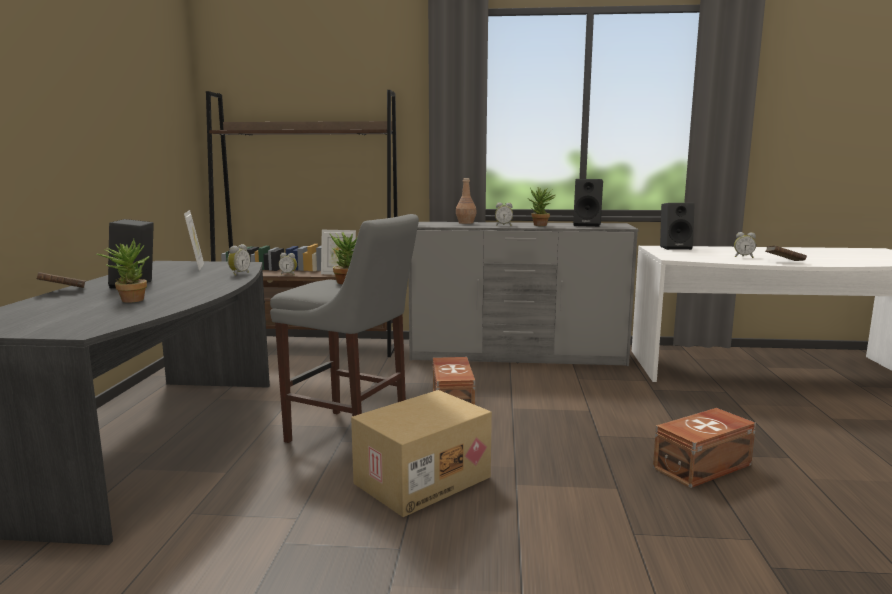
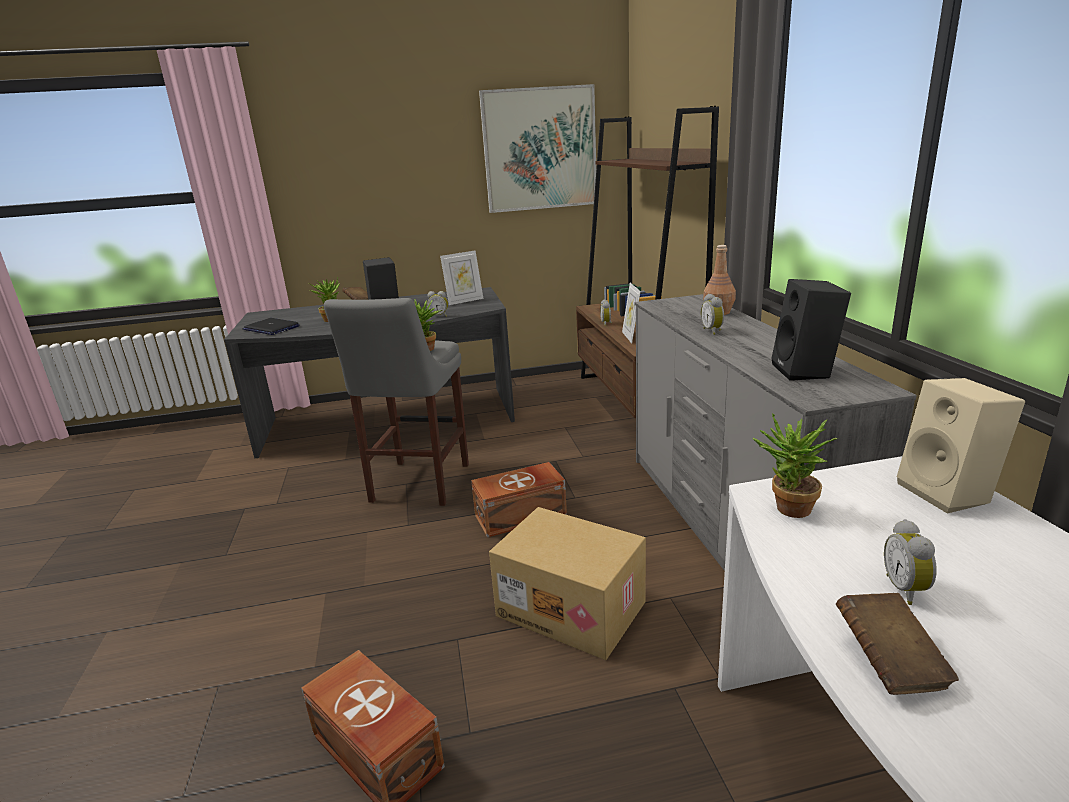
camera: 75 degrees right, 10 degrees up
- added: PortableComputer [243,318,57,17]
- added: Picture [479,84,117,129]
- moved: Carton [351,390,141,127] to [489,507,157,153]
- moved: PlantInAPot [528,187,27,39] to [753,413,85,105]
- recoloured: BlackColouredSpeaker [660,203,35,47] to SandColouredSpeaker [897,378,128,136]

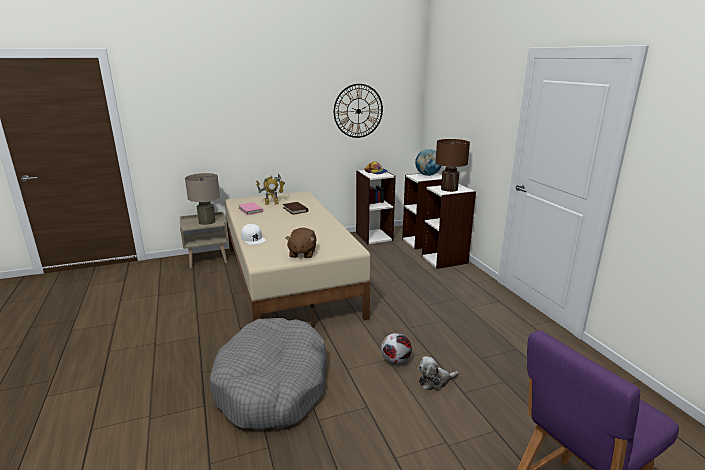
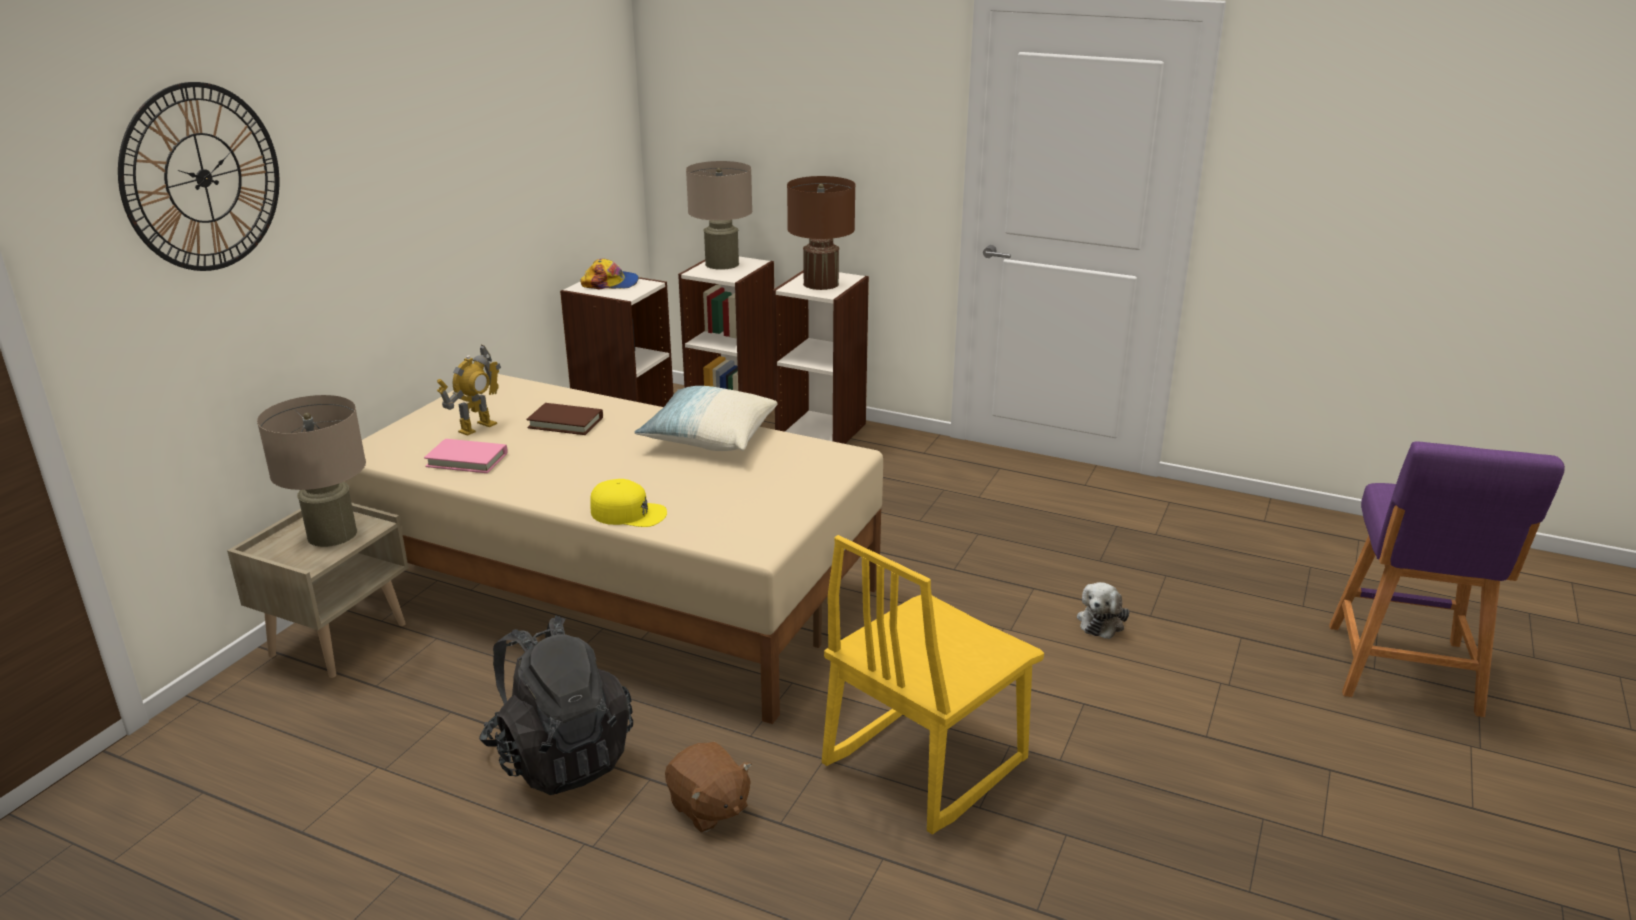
camera: 45 degrees left, 5 degrees up
- removed: Football [381,333,31,31]
- added: BlackColouredKnapsack [479,615,154,180]
- added: Pillow [634,386,144,65]
- moved: BrownColouredSoftToy [285,227,31,31] to [665,742,87,91]
- moved: WallClock [334,84,49,54] to [118,82,161,189]
- replaced: GreyishDogBed [209,318,118,112] to YellowishChair [822,535,222,300]
- replaced: DeskGlobe [415,149,26,27] to SandColouredLampForATable [686,161,66,109]
- recoloured: WhiteColouredCap [241,224,25,21] to YellowishCap [590,479,77,48]

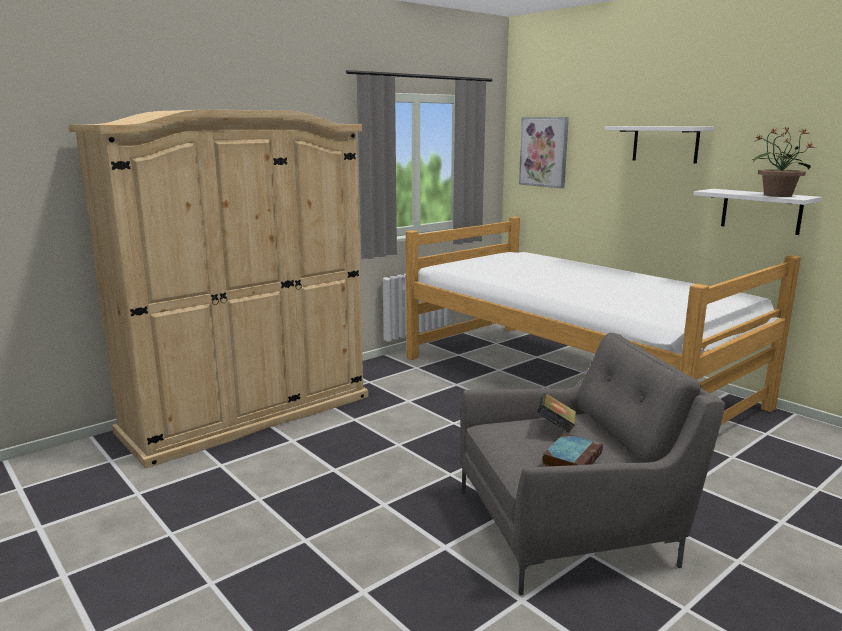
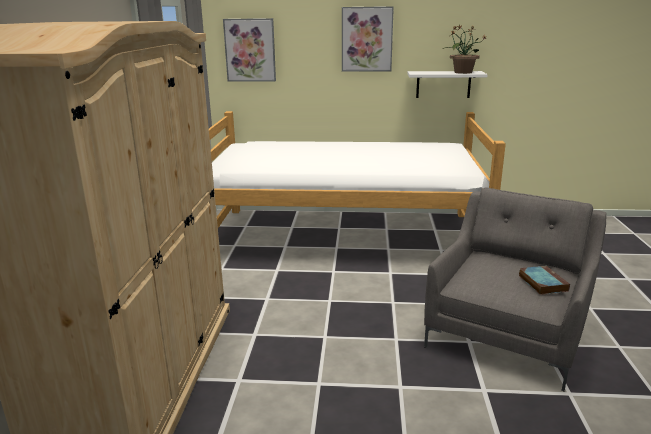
camera: 45 degrees left, 5 degrees up
- removed: Book [537,393,39,40]
- replaced: WhiteColouredBracketShelf [605,126,109,37] to Picture [342,6,52,66]

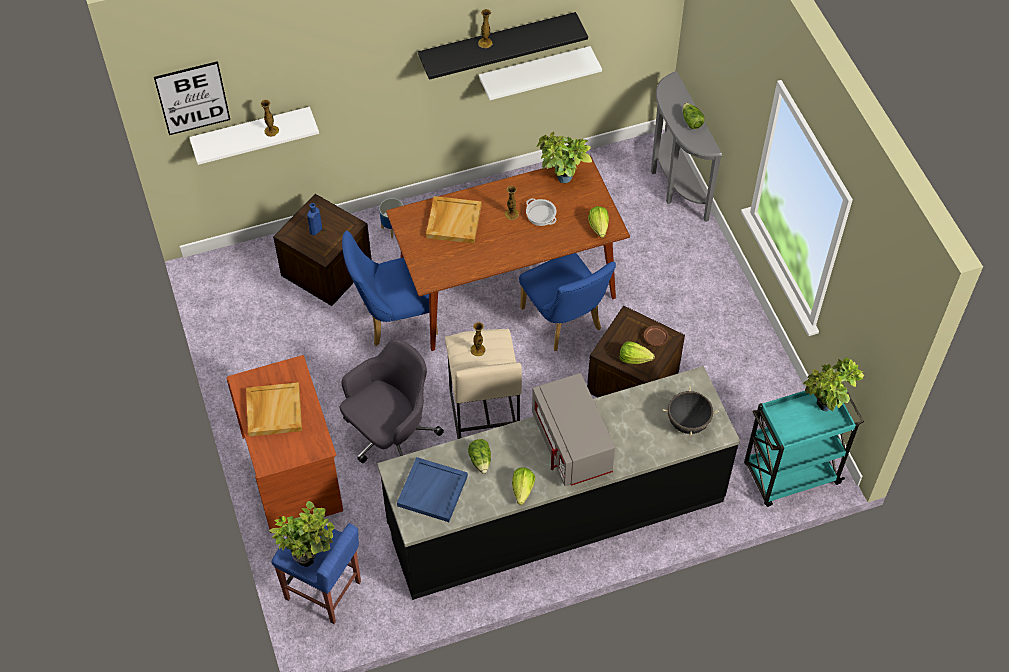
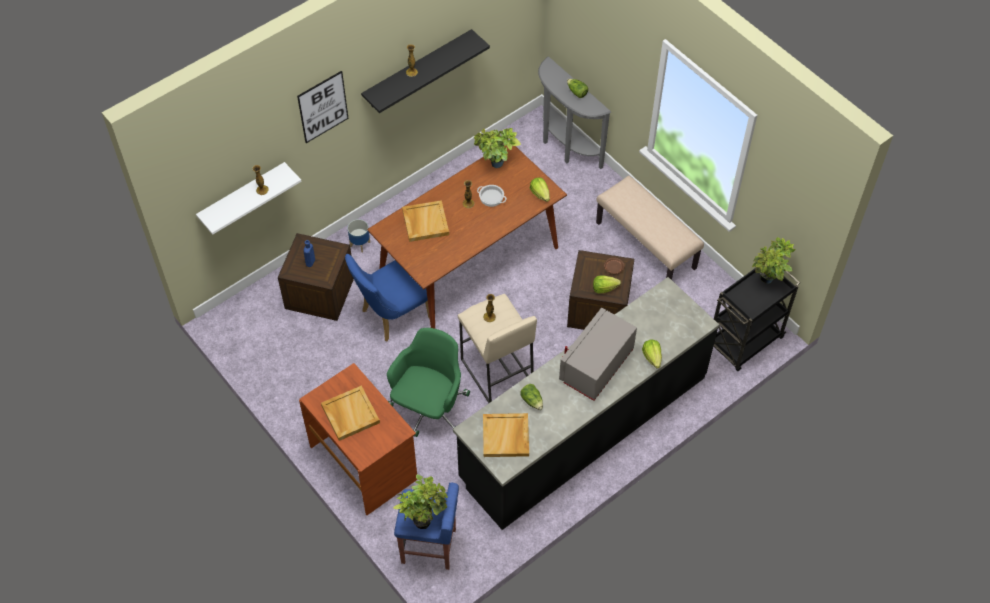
camera: 20 degrees left, 0 degrees up
- removed: WhiteColouredBracketShelf [479,46,123,54]
- removed: BlueColouredChair [519,253,97,98]
- removed: BlackColouredSaucepot [662,386,57,49]
- added: SandColouredLongSeat [596,176,108,104]
- moved: Picture [154,61,76,74] to [297,71,52,72]
- moved: LettuceHead [512,467,23,38] to [642,340,20,28]
- recoloured: GreyishOfficeChair [340,339,104,124] to GreenColouredOfficeChair [387,328,83,109]
- recoloured: BlueColouredCarryingTray [397,457,71,65] to SandColouredCarryingTray [483,413,46,44]
- recoloured: BlueGreenCart [744,384,120,123] to BlackColouredCart [714,268,86,103]
- turned: GreyishKitchenMicrowave [532,373,83,113] = [559,308,78,93] 75 degrees clockwise

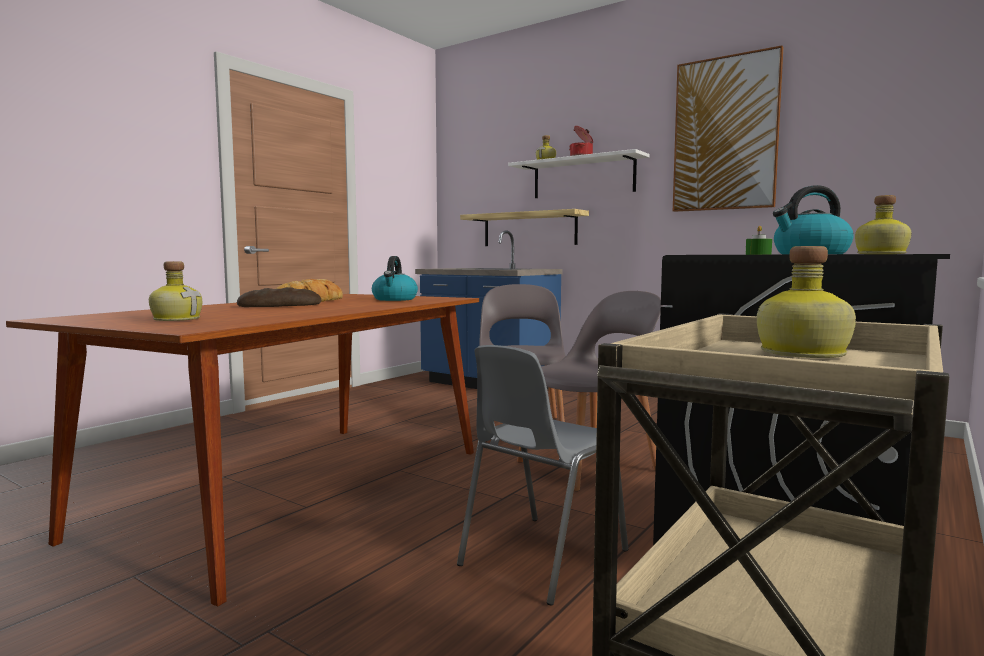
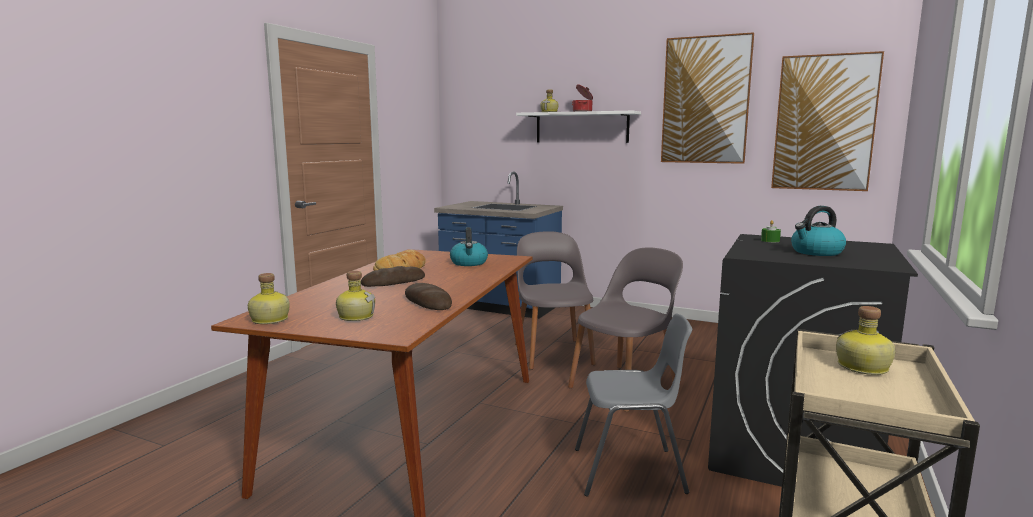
camera: 10 degrees left, 5 degrees up
- removed: BracketShelf [460,209,129,37]
- added: BakeryBread [405,283,47,27]
- added: Picture [771,51,113,140]
- moved: DrinkBottle [855,195,57,59] to [248,273,42,51]
- turned: GreyishChair [457,345,171,261] = [575,313,117,184] 120 degrees counterclockwise

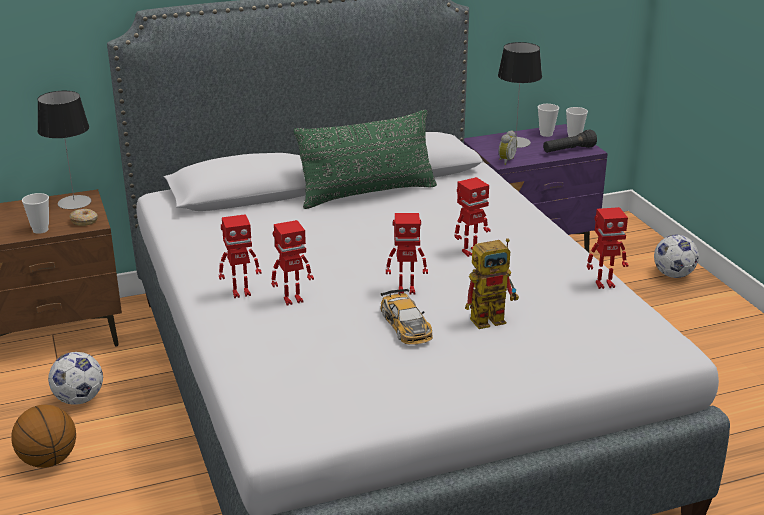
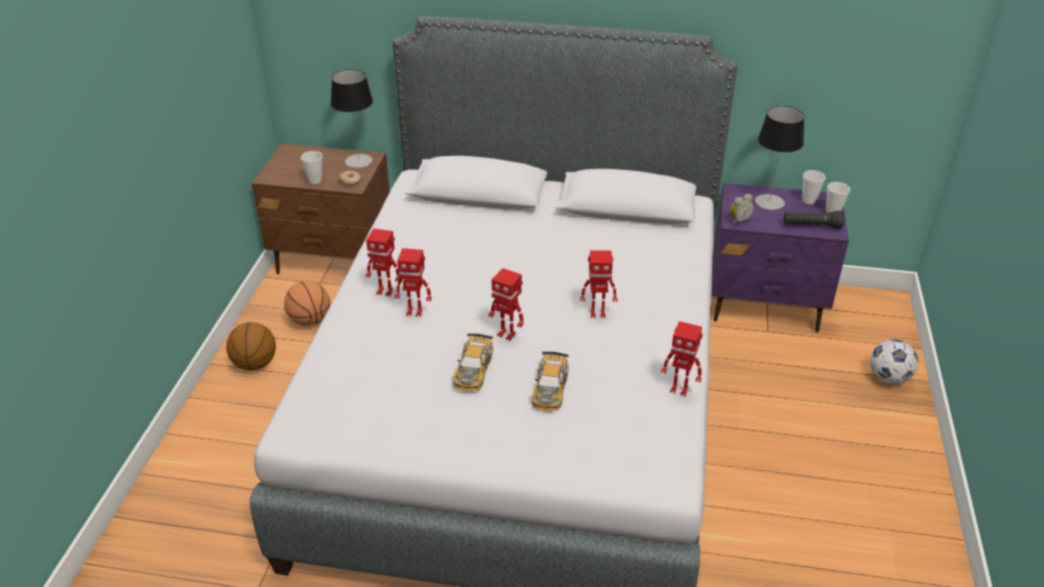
camera: 30 degrees right, 10 degrees up
- removed: GreenColouredPillow [294,110,143,99]
- replaced: Football [48,352,55,53] to BasketballBall [284,281,46,45]
- replaced: ModelRobot [465,238,54,91] to ToyCar [532,352,37,60]

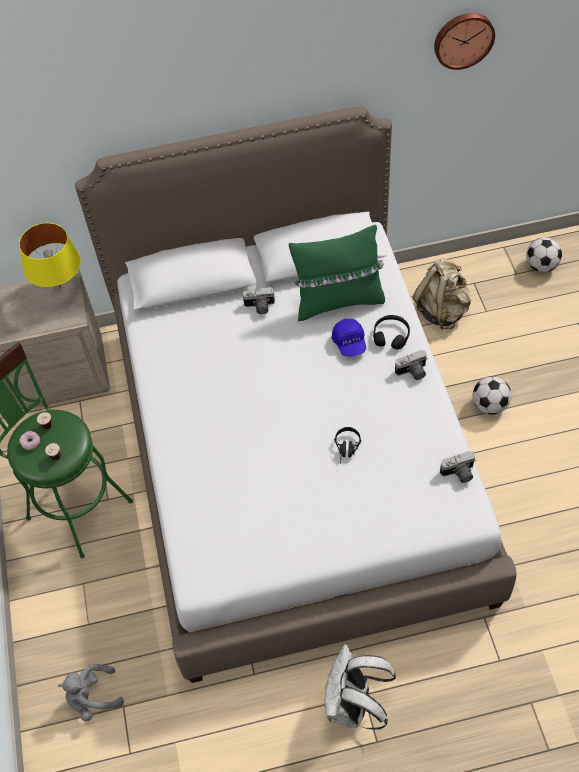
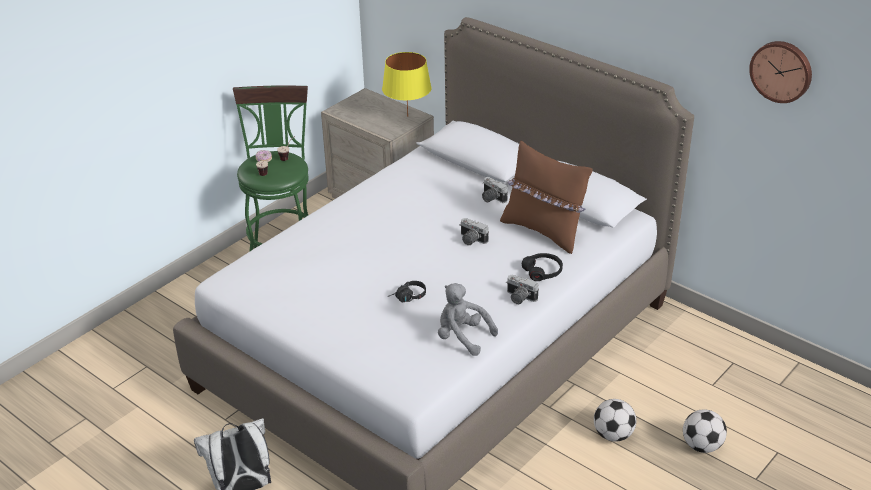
camera: 50 degrees right, 20 degrees down
- removed: BlueColouredCap [332,319,34,38]
- removed: SandColouredKnapsack [413,258,58,72]
- moved: GreyishSoftToy [58,664,66,57] to [438,283,60,73]
- moved: StillCamera [440,451,36,32] to [460,218,29,27]
- moved: Football [526,237,36,35] to [683,409,44,44]
- recoloured: GreenColouredPillow [289,225,96,97] to BrownColouredPillow [500,140,93,114]

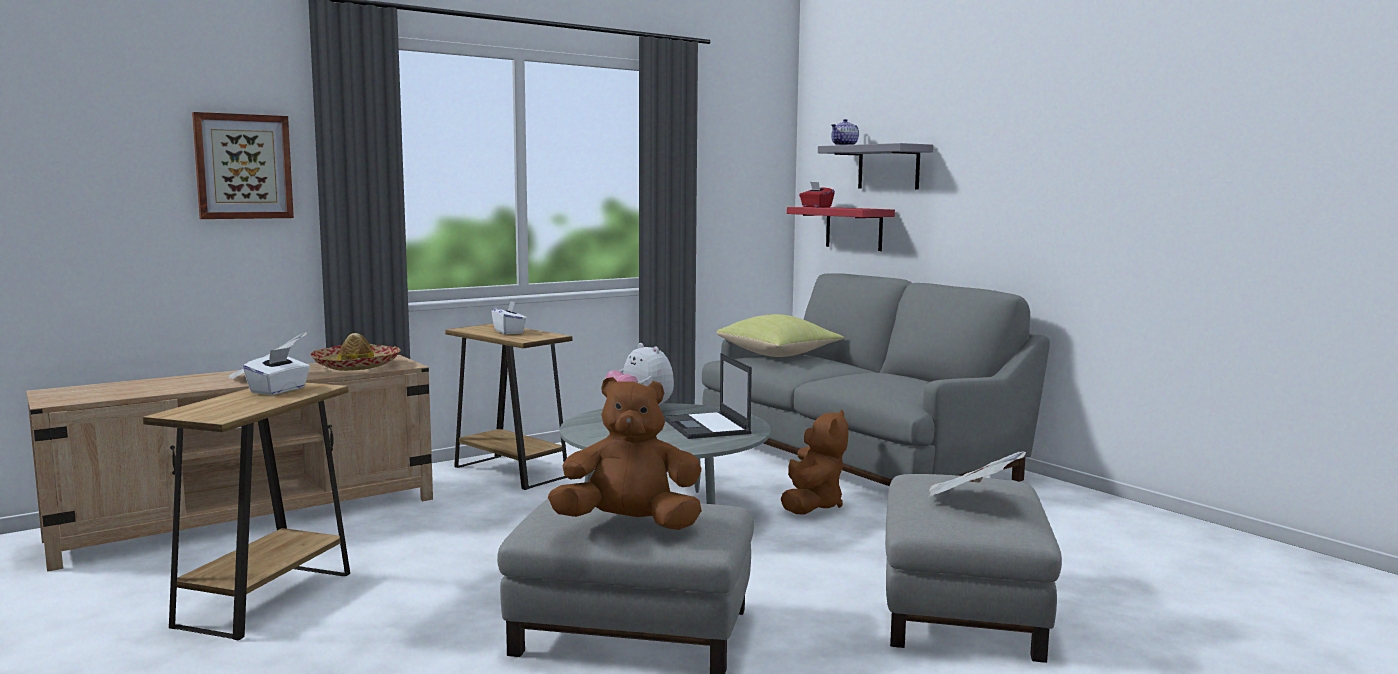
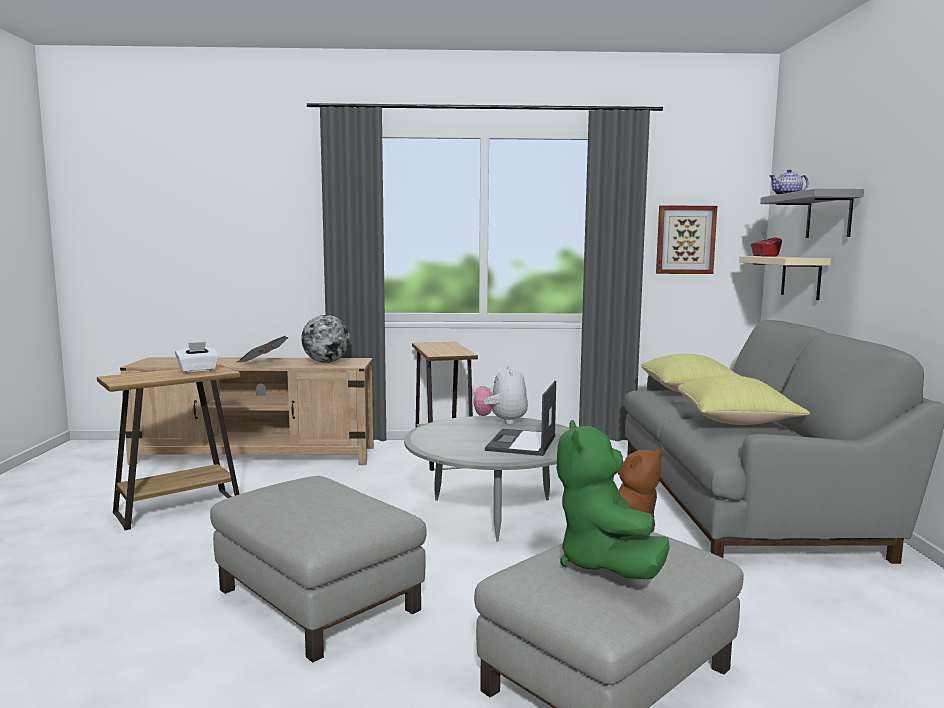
camera: 35 degrees right, 0 degrees up
- removed: WhiteColouredBoxOfTissues [492,301,35,33]
- removed: BrownColouredSoftToy [548,377,154,153]
- added: YellowishPillow [678,375,132,50]
- moved: Picture [192,112,102,107] to [656,205,61,69]
- replaced: WearableHat [310,333,91,38] to DeskGlobe [301,315,49,48]
- replaced: Newspaper [929,452,97,45] to GreenColouredSoftToy [557,420,113,159]
- recoloured: RedColouredBracketShelf [787,207,108,44] to SandColouredBracketShelf [739,256,92,44]

